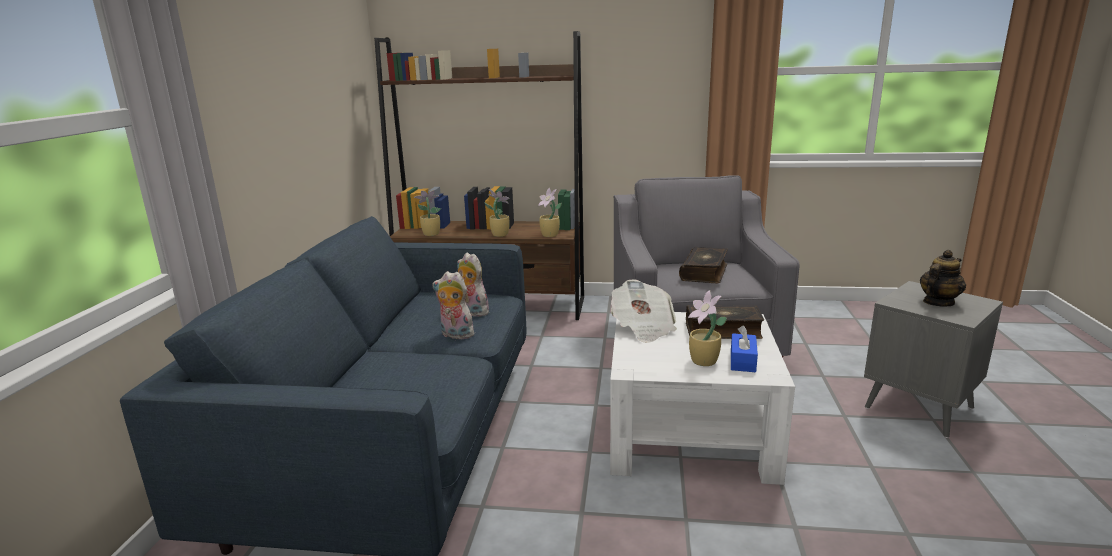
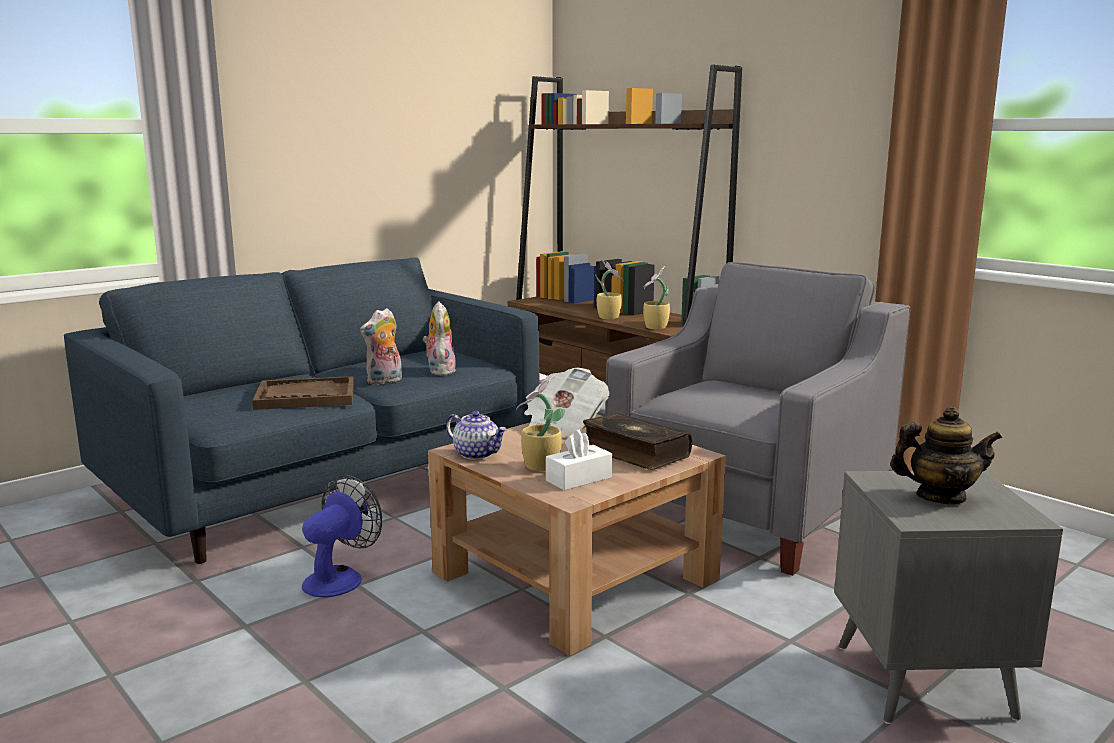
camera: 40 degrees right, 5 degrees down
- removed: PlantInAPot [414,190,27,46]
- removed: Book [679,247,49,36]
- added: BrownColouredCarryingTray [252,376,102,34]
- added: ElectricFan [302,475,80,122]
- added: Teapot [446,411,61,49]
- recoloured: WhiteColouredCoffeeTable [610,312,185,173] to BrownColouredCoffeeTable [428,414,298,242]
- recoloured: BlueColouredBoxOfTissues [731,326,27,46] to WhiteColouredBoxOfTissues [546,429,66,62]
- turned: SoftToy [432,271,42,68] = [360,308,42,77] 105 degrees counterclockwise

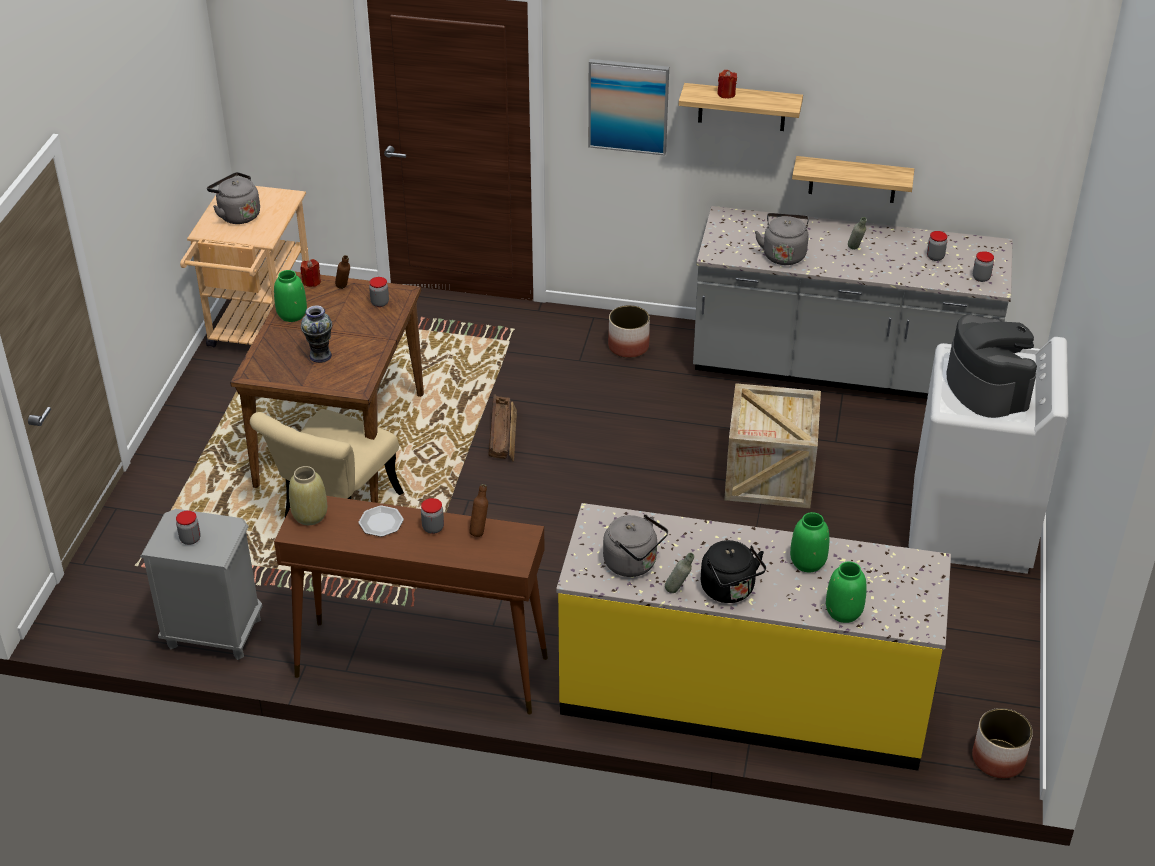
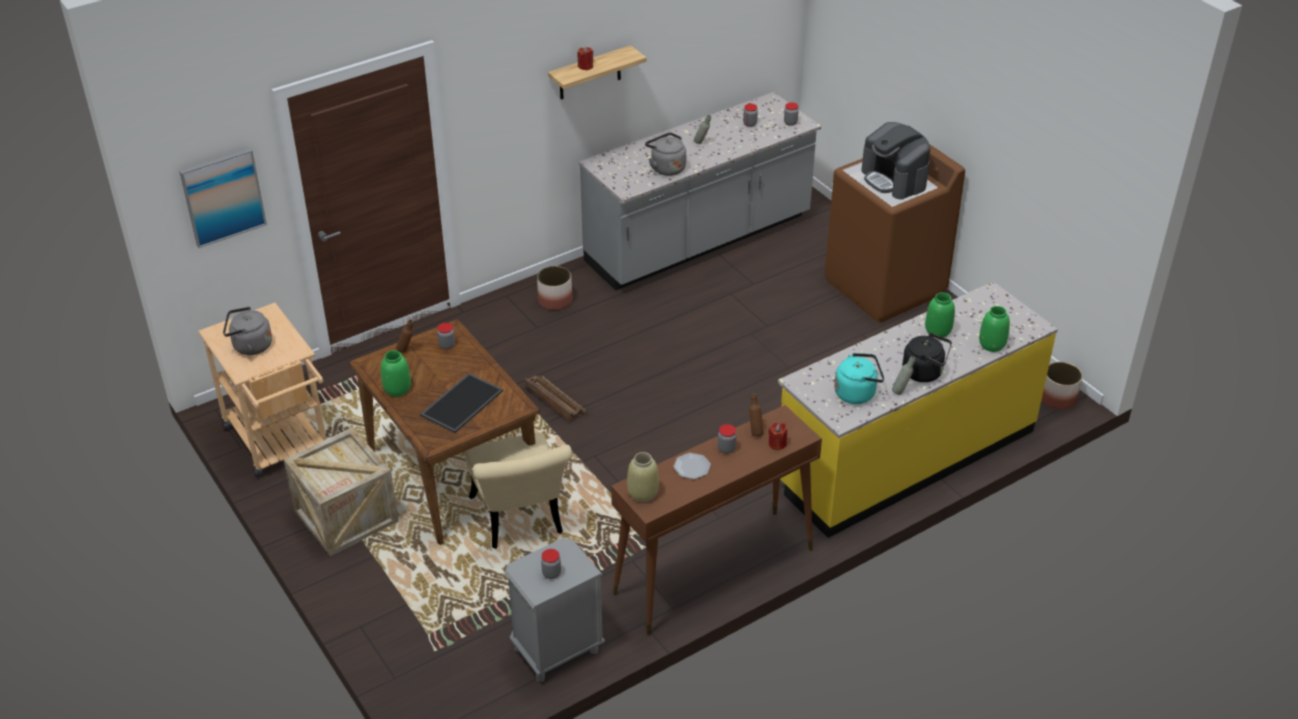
camera: 45 degrees left, 0 degrees up
- removed: BracketShelf [792,156,122,47]
- moved: RedColouredWaxCandle [300,259,21,28] to [768,422,19,28]
- moved: Picture [588,59,81,97] to [179,148,88,100]
- moved: ShippingCrate [724,383,97,125] to [283,427,116,129]
- replaced: Vase [301,305,31,58] to CarryingTray [420,373,83,60]
- recoloured: GreyishTeaKettle [603,514,65,63] to BlueGreenTeaKettle [834,353,50,51]
- recoloured: WhiteColouredLaundryAppliance [908,337,160,237] to BrownColouredLaundryAppliance [825,144,140,179]
- turned: CoffeeMaker [946,314,91,104] = [861,122,69,77] 150 degrees counterclockwise

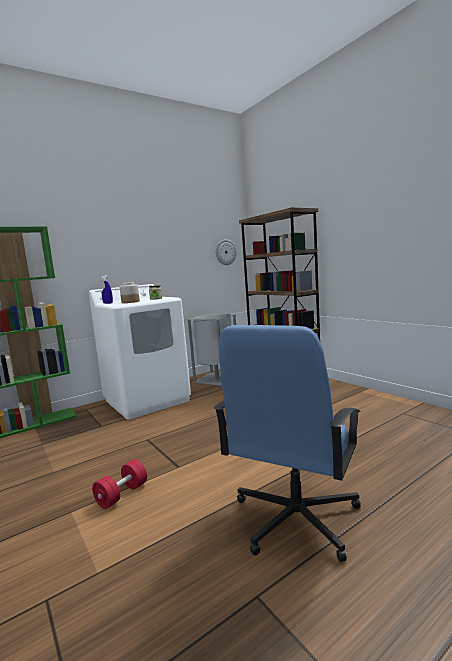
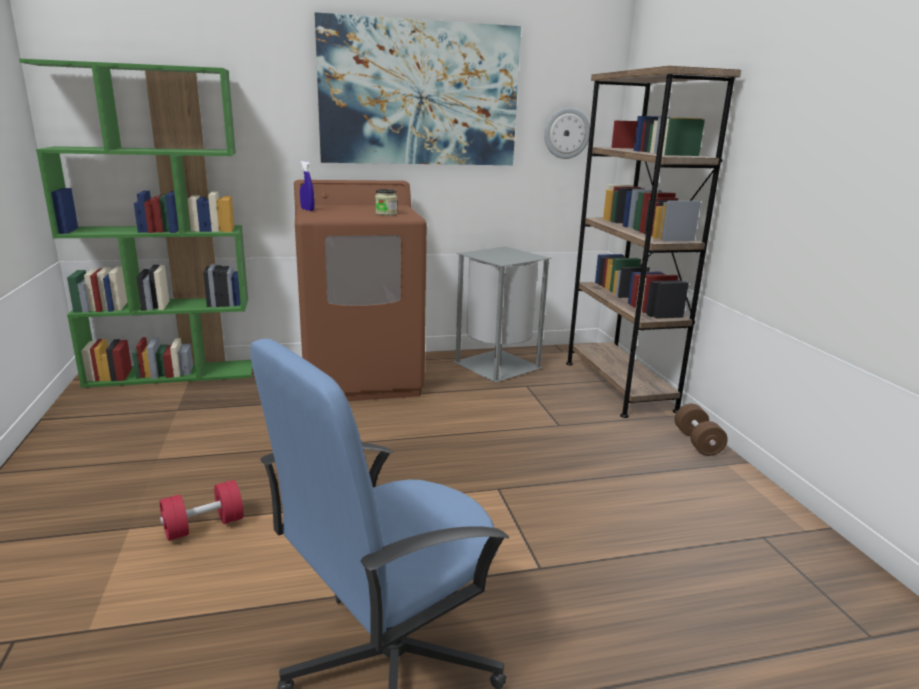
camera: 20 degrees right, 10 degrees up
- removed: StorageJar [120,282,20,21]
- added: Picture [315,12,206,153]
- added: BrownColouredHandWeight [675,404,53,52]
- recoloured: WhiteColouredLaundryAppliance [89,284,102,136] to BrownColouredLaundryAppliance [294,180,133,221]

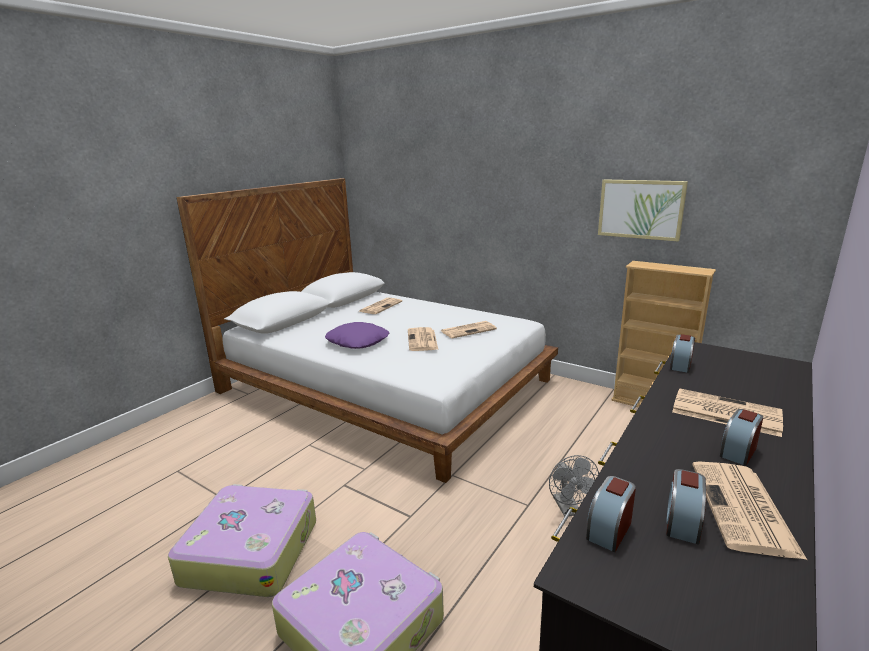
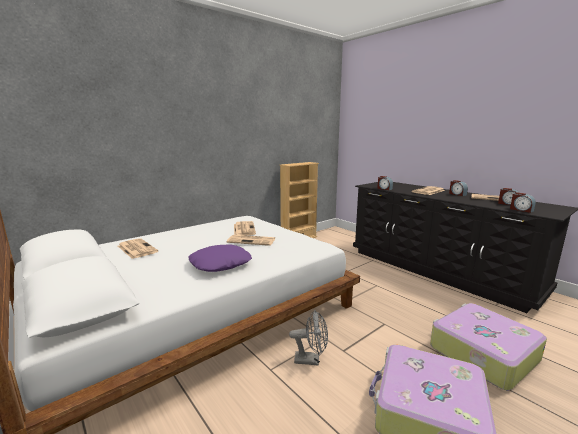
camera: 75 degrees left, 5 degrees down
- removed: Picture [598,179,90,63]
- moved: GreyishElectricFan [549,455,50,62] to [289,310,39,56]

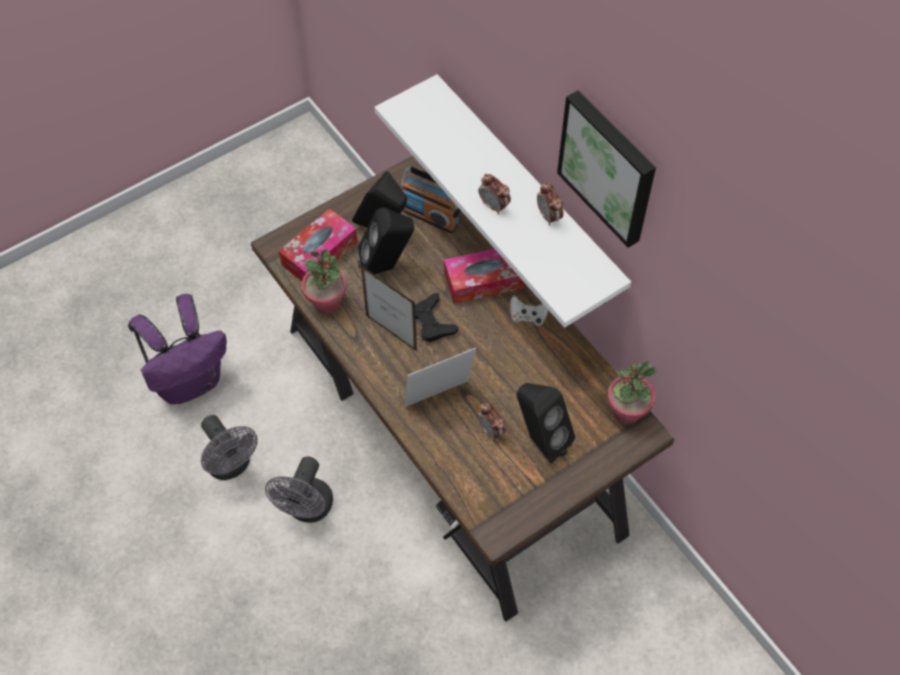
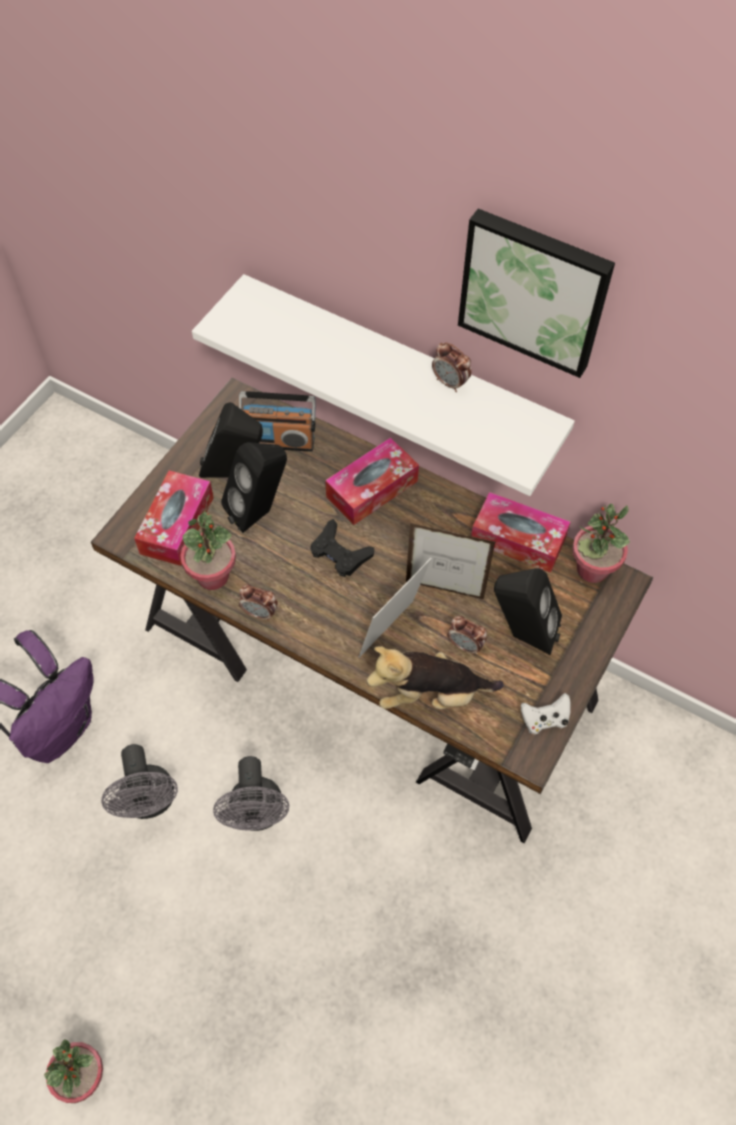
camera: 25 degrees left, 0 degrees up
- added: PlantInAPot [44,1039,59,64]
- added: SoftToy [367,646,137,63]
- added: BoxOfTissues [471,492,100,81]
- moved: PictureFrame [361,266,56,85] to [406,523,89,76]
- moved: TableClock [478,174,33,40] to [239,585,39,36]
- moved: WhiteColouredJoypad [510,295,38,31] to [521,693,49,41]
- turned: GreyishElectricFan [201,415,57,65] = [101,744,77,75] 45 degrees clockwise

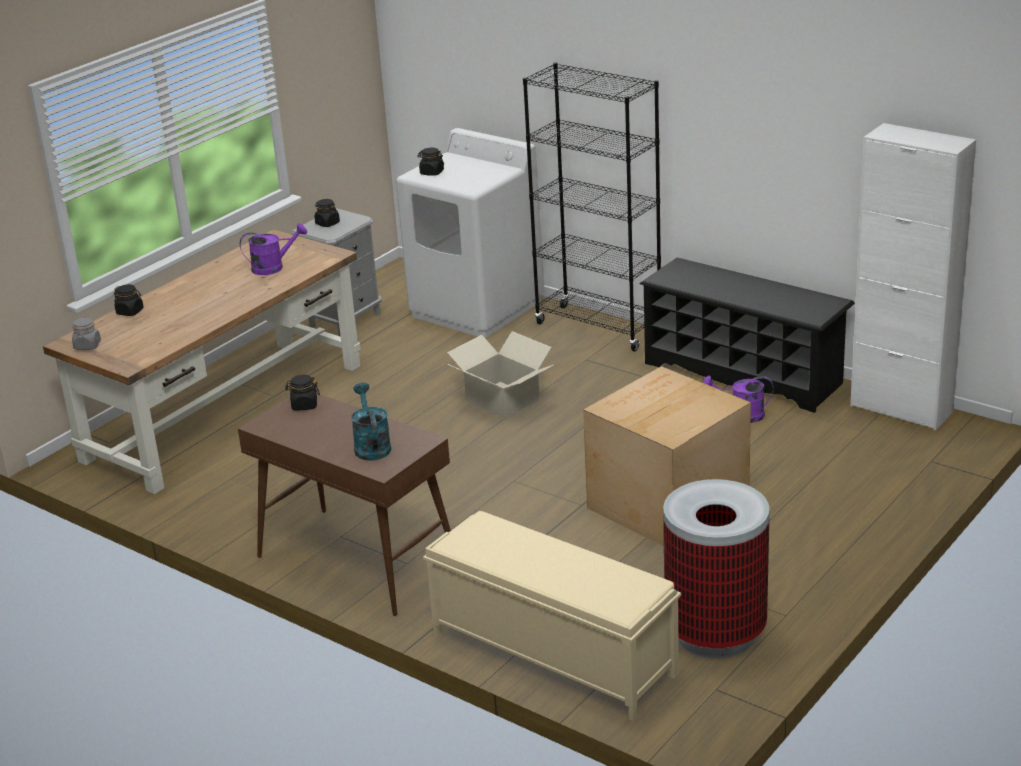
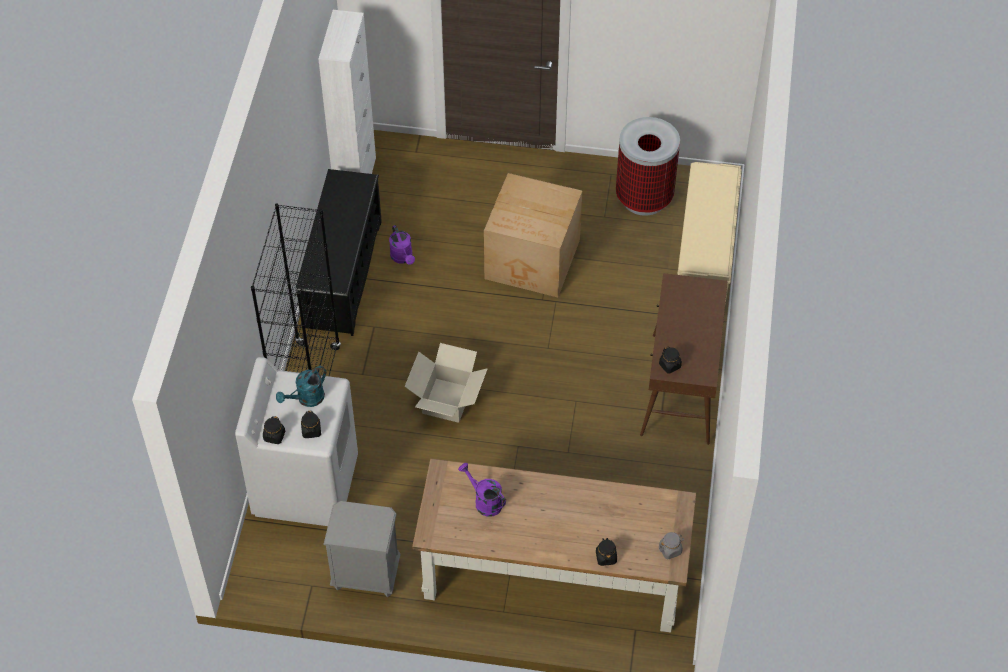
camera: 120 degrees left, 25 degrees up
- moved: BlackColouredStorageJar [314,199,26,28] to [263,416,22,28]
- moved: BlueGreenWateringPot [351,383,40,78] to [276,366,50,41]

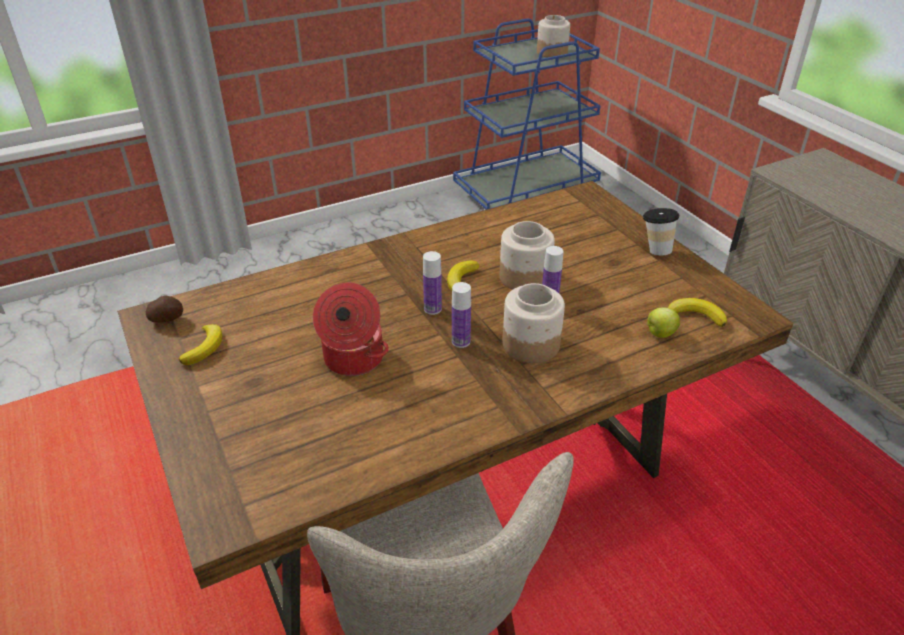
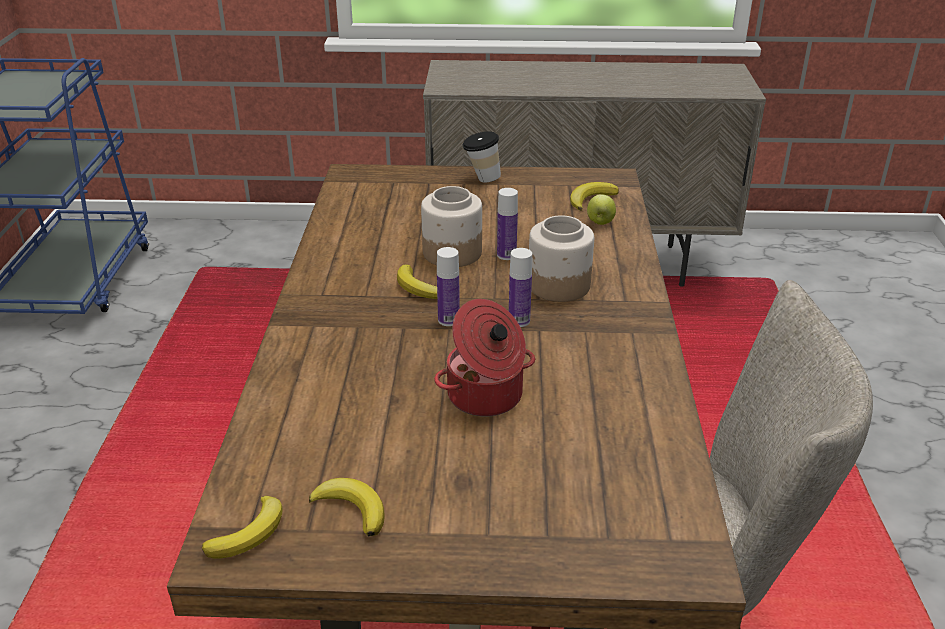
camera: 60 degrees left, 5 degrees down
- removed: StorageJar [537,15,33,43]
- replaced: WholePotato [146,296,37,27] to Banana [202,496,81,63]

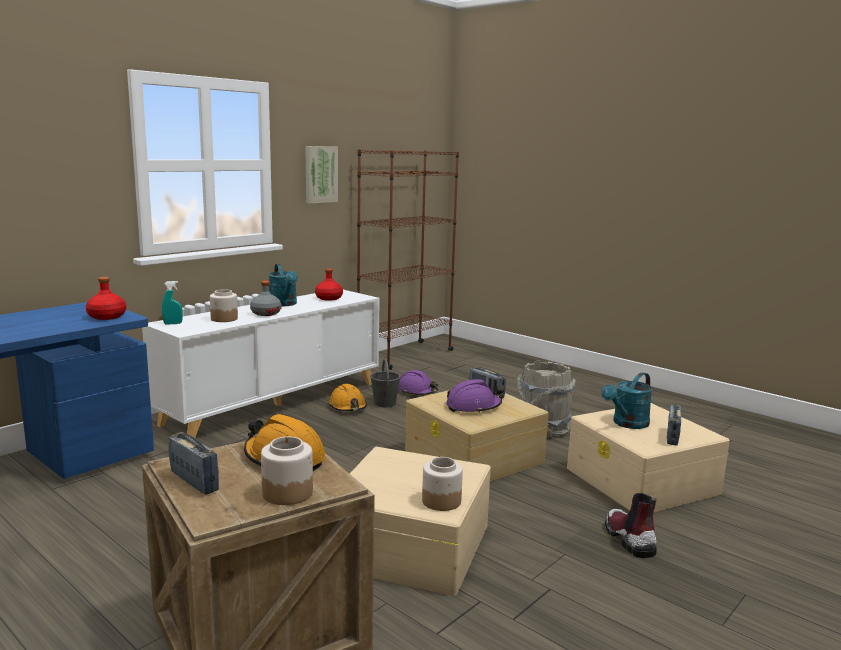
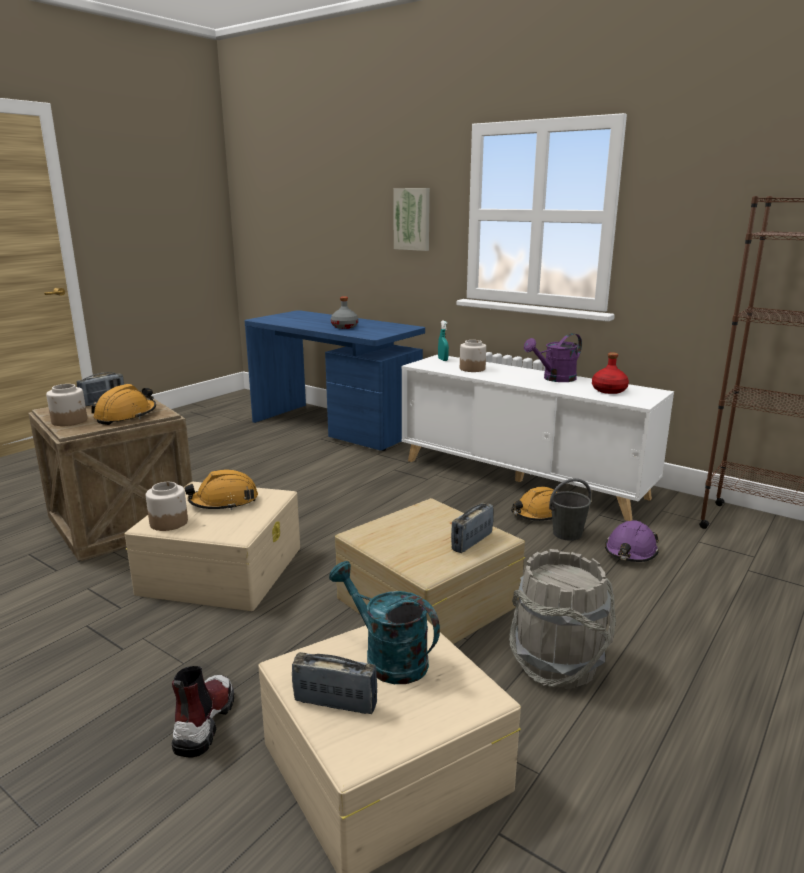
camera: 85 degrees right, 5 degrees up
- removed: RedColouredDrinkBottle [86,277,40,43]
- removed: PurpleSafetyHelmet [446,379,57,35]
- added: OrangeySafetyHelmet [184,470,74,40]
- moved: GreyishDrinkBottle [250,281,32,35] to [331,296,28,33]
- moved: Picture [305,146,33,58] to [393,188,37,63]
- recoloured: BlueGreenWateringPot [268,264,30,42] to PurpleWateringPot [524,333,58,49]
- turned: TallBoot [605,493,52,65] = [172,666,62,92] 60 degrees counterclockwise

